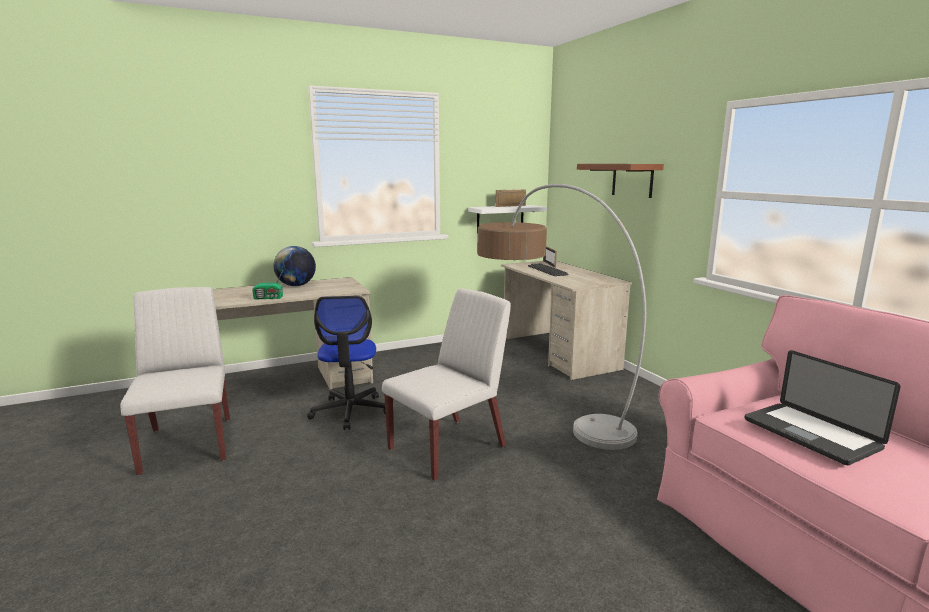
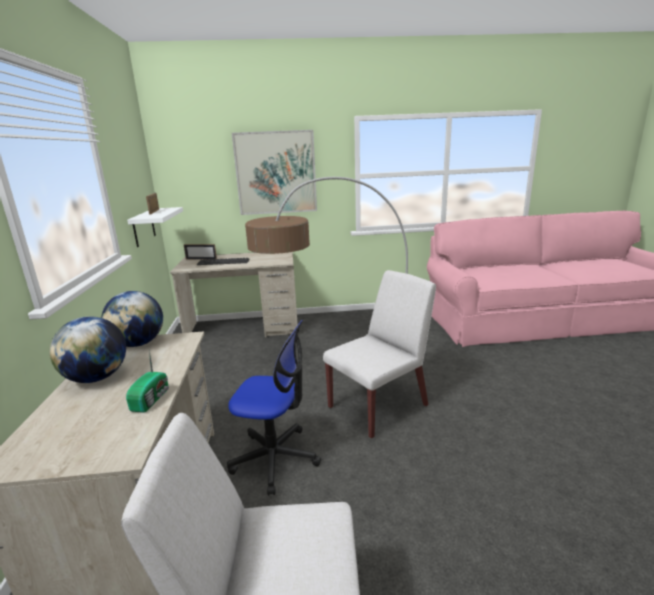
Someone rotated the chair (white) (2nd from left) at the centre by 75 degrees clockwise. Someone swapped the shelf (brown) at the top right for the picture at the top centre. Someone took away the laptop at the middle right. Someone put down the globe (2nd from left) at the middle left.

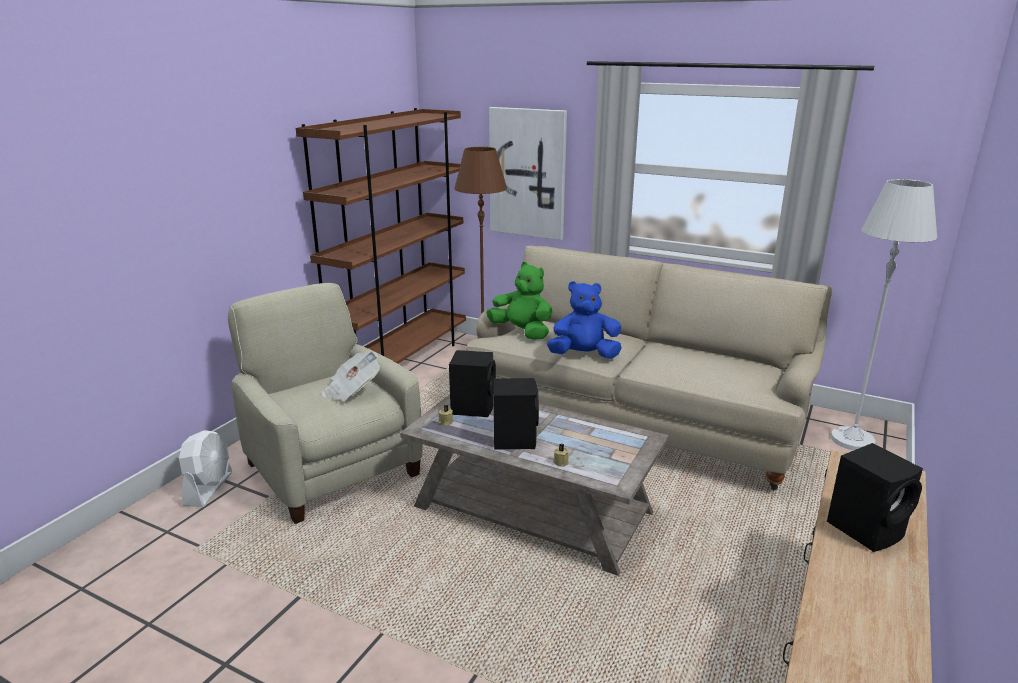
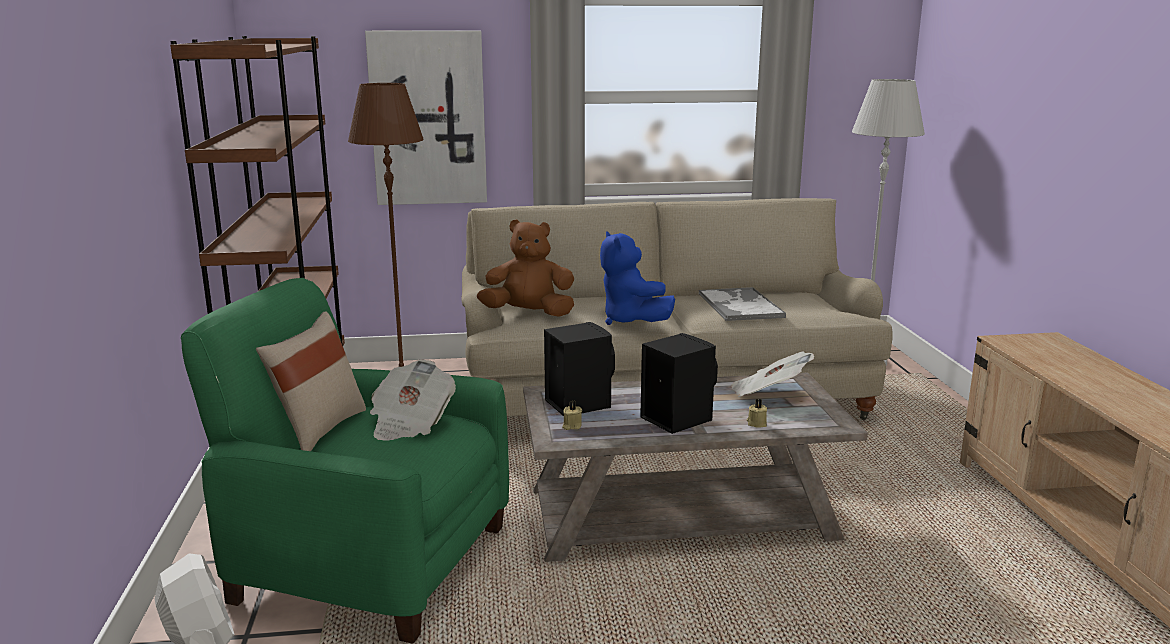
Someone repainted the armchair (beige) at the middle left, which became the armchair (green) at the bottom left. Someone repainted the plush toy (green) at the centre, which became the plush toy (brown) at the centre. Someone rotated the plush toy (blue) at the centre by 75 degrees counterclockwise. Someone took away the speaker (black) (3rd from left) at the bottom right. Someone put down the pillow (beige) at the middle left. Someone put down the tray at the centre. Someone put down the newspaper (2nd from left) at the centre.

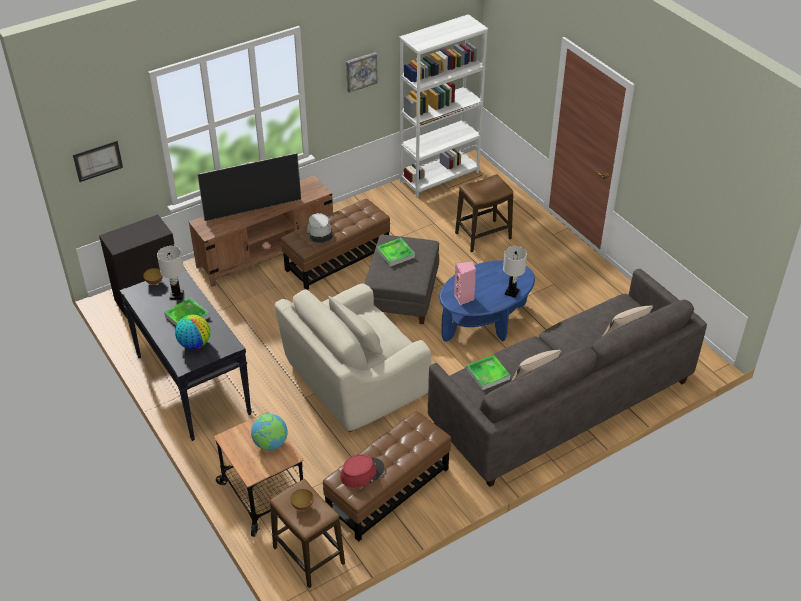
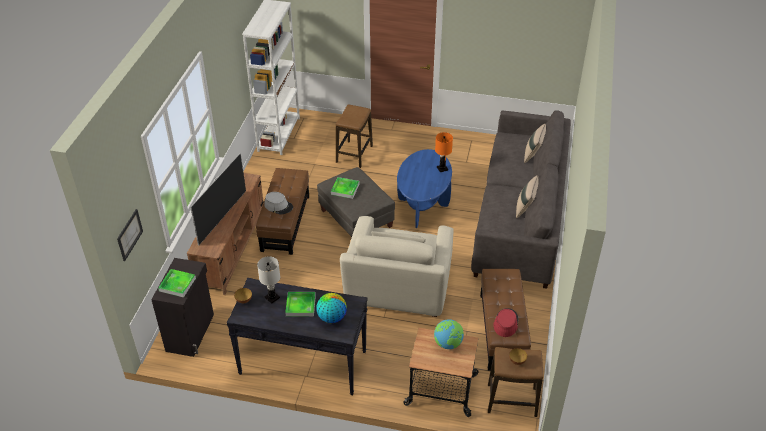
Someone took away the picture (2nd from left) at the top centre. Someone took away the speaker (pink) at the centre. Someone carried the tray (3rd from left in the first image) from the centre to the middle left. Someone repainted the table lamp (white) (2nd from left) at the centre, which became the table lamp (orange) at the centre.

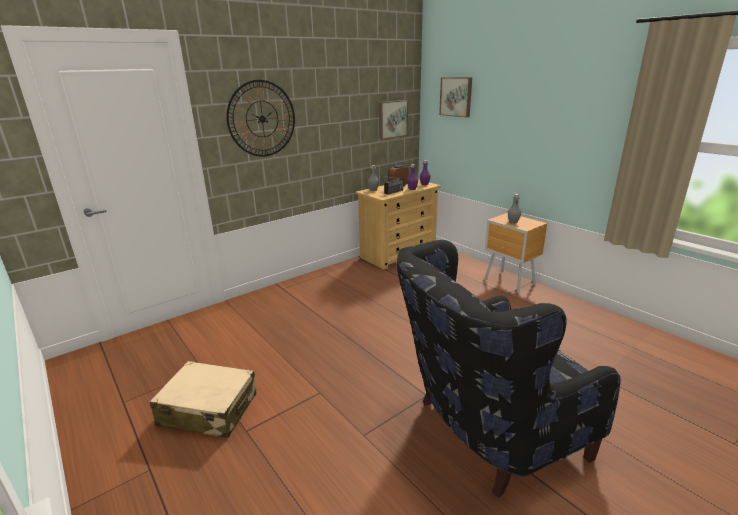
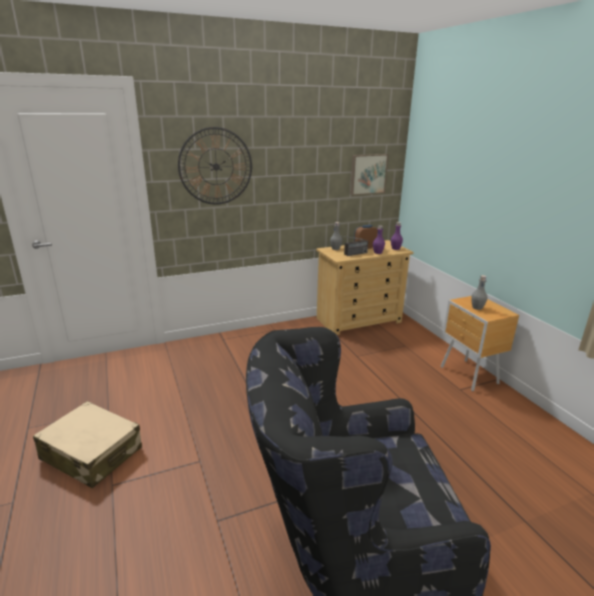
Someone took away the picture (2nd from left) at the top centre.

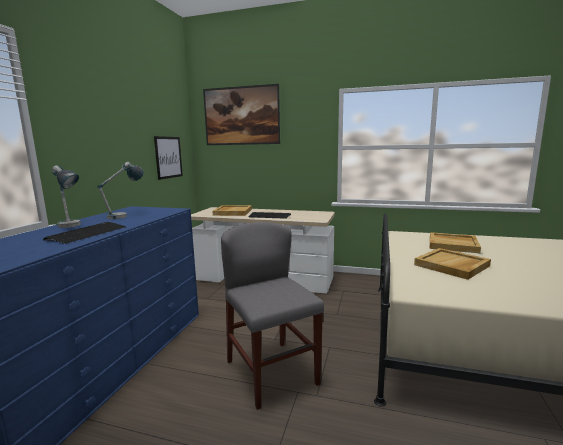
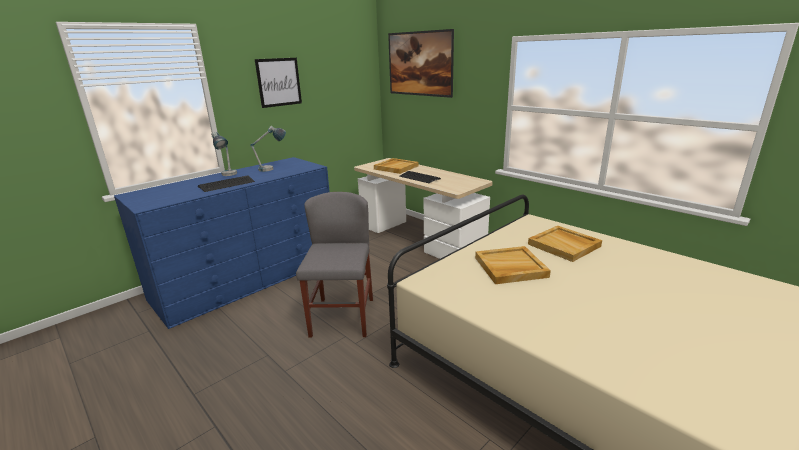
Someone carried the picture (1st from left) from the middle left to the top centre.

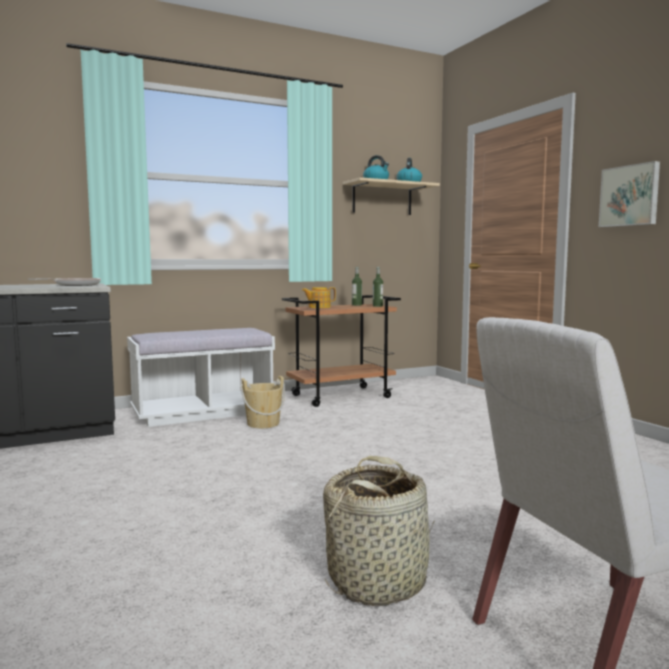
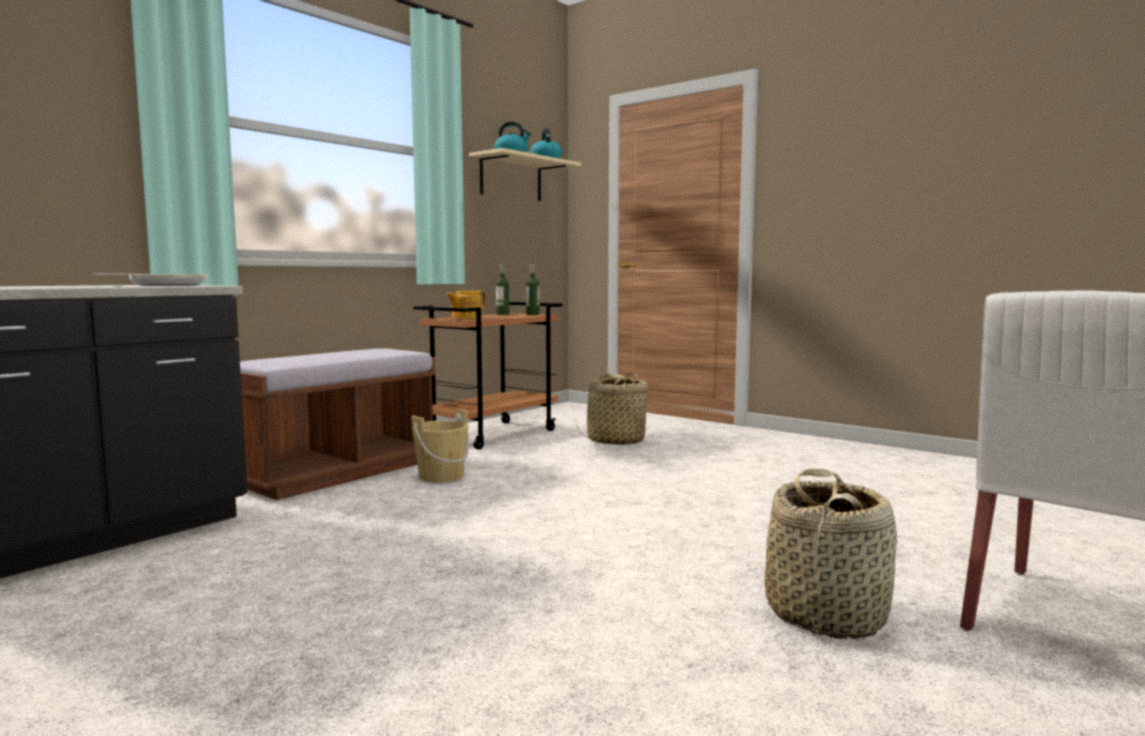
Someone repainted the bench (white) at the middle left, which became the bench (brown) at the middle left. Someone took away the picture at the top right. Someone put down the basket (1st from left) at the centre.

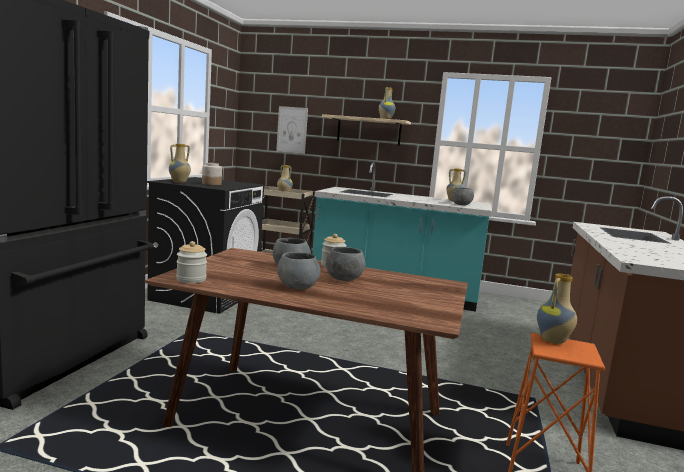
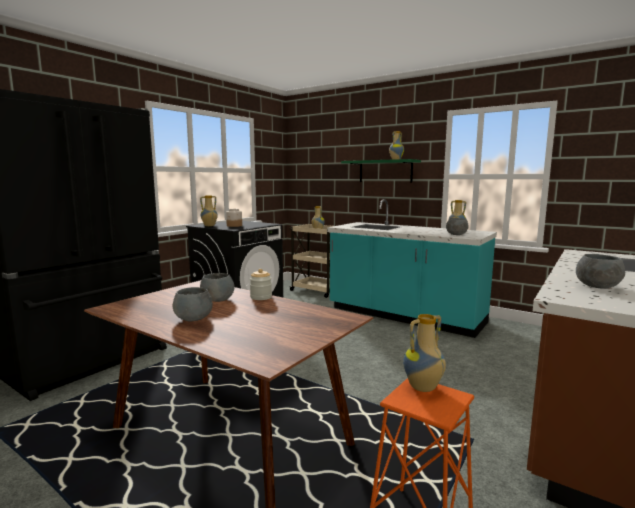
Someone took away the jar (1st from left) at the middle left. Someone took away the picture at the top centre. Someone repainted the shelf (beige) at the top centre, which became the shelf (green) at the centre. Someone carried the bowl (grey) (3rd from left in the first image) from the centre to the middle right.

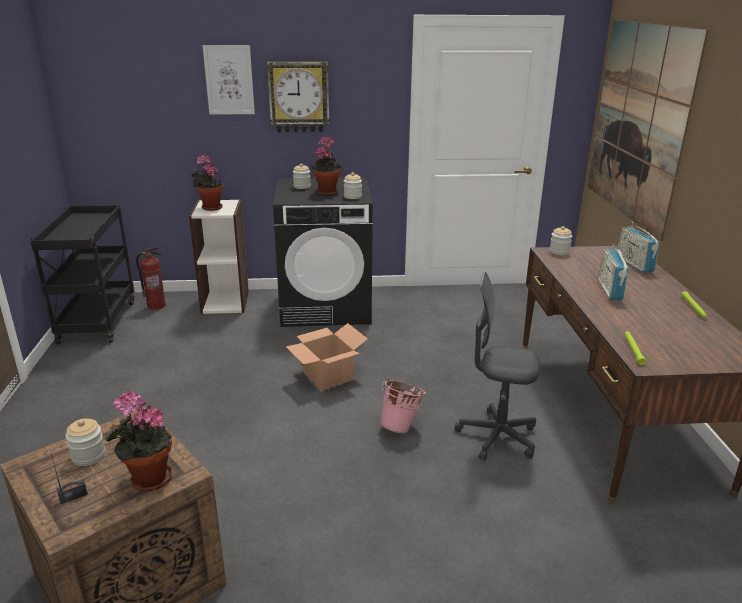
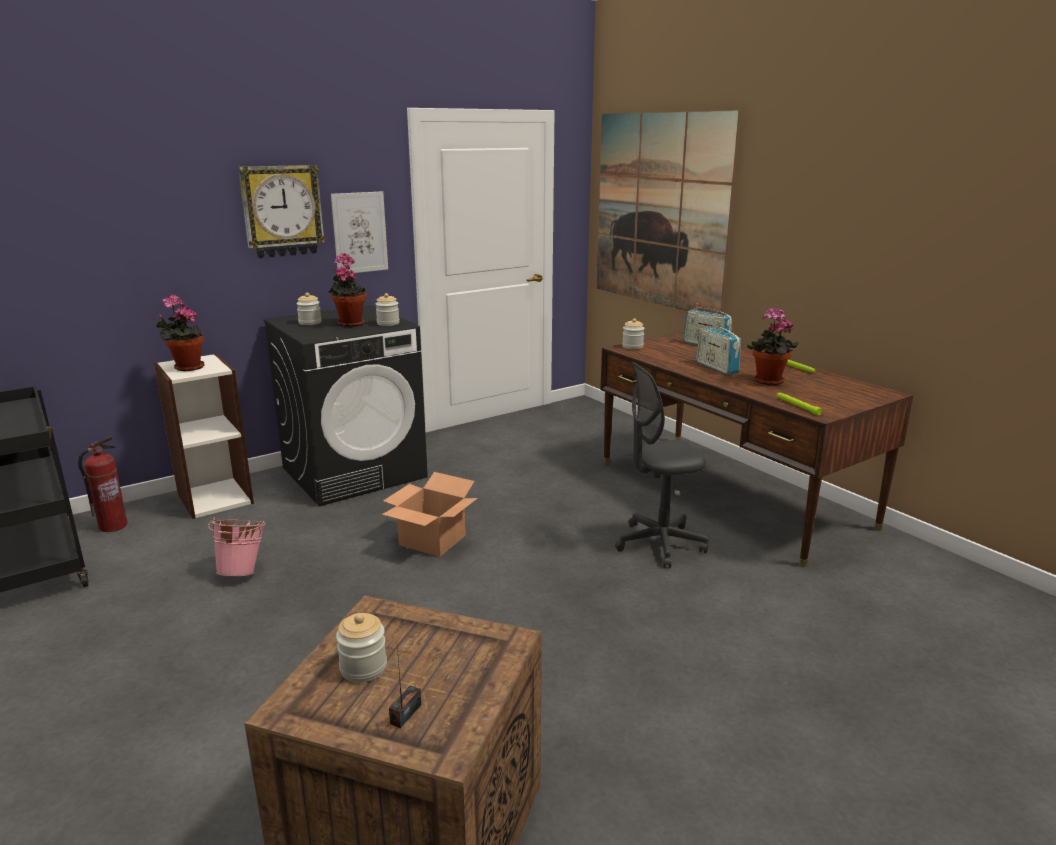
Someone carried the potted plant (1st from left in the first image) from the bottom left to the middle right. Someone carried the picture (1st from left) from the top left to the top centre. Someone carried the bucket (pink) from the bottom centre to the middle left.

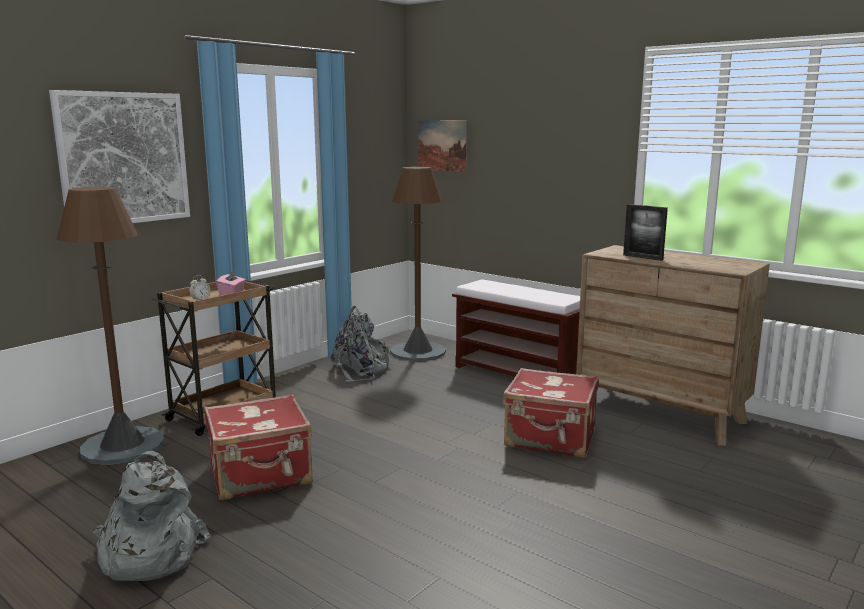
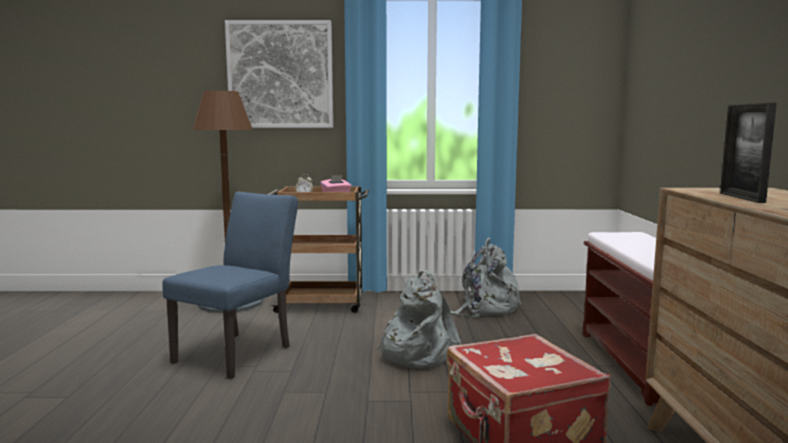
Someone carried the backpack (grey) (1st from left) from the bottom left to the bottom centre. Someone swapped the suitcase (red) (1st from left) at the bottom left for the chair (blue) at the middle left. Someone took away the floor lamp (brown) (2nd from left) at the centre. Someone took away the picture (2nd from left) at the top centre.

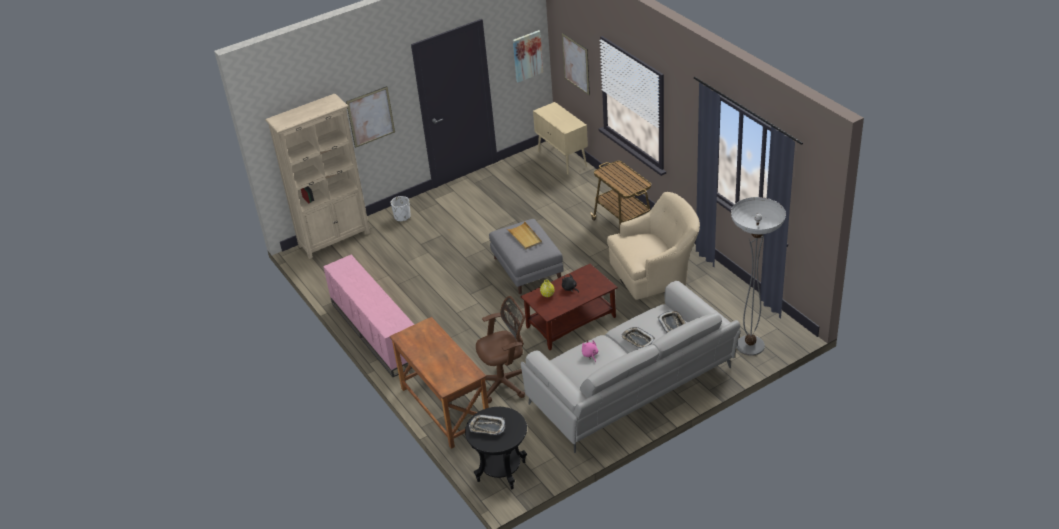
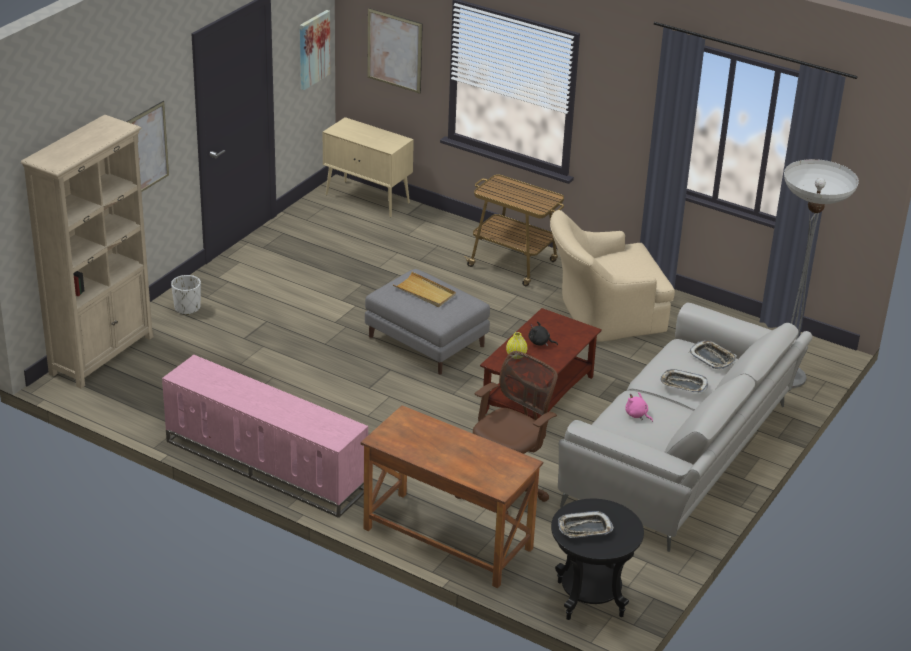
Someone rotated the armchair (beige) at the centre by 150 degrees counterclockwise.

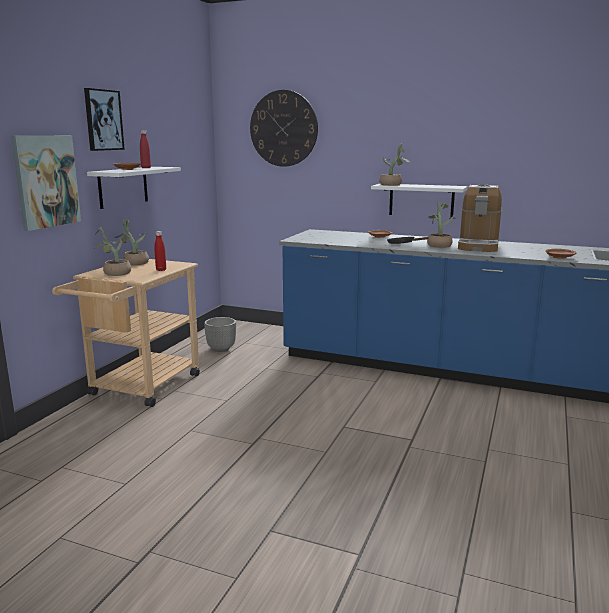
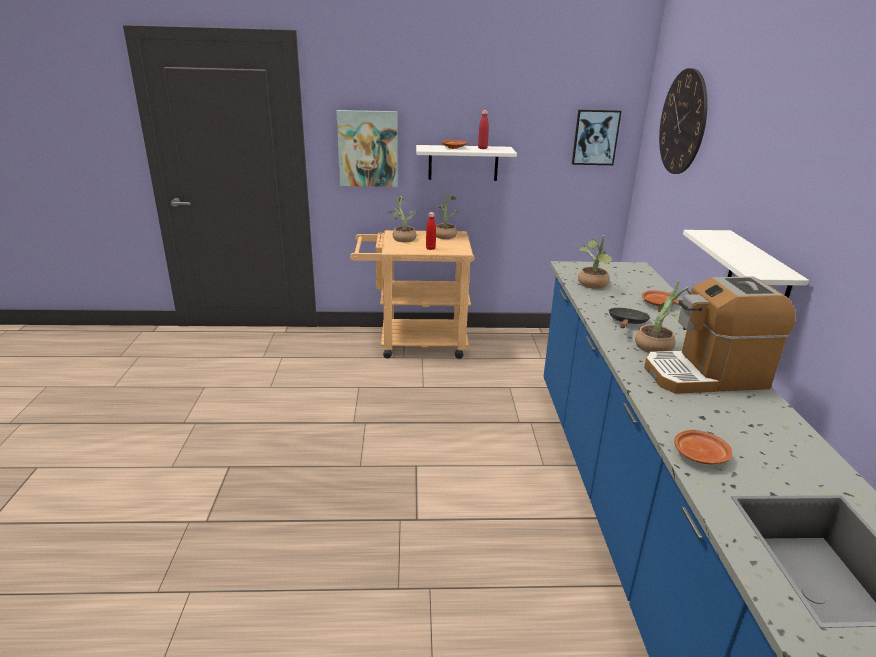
Someone carried the picture (2nd from left) from the top left to the top right. Someone took away the planter at the centre. Someone carried the potted plant (3rd from left) from the top centre to the middle right.

